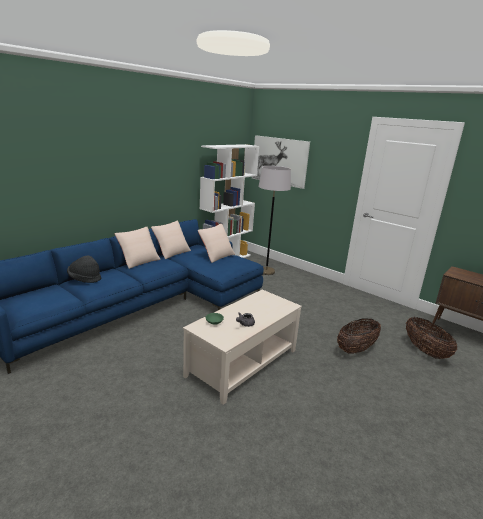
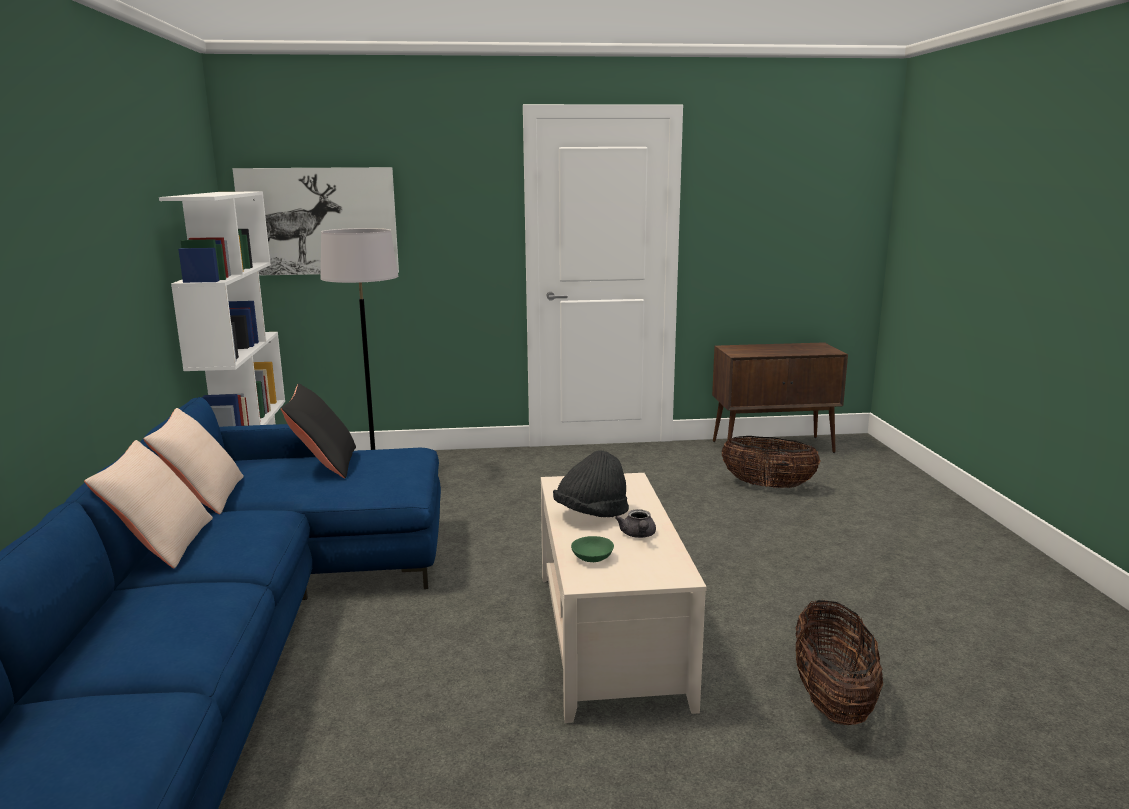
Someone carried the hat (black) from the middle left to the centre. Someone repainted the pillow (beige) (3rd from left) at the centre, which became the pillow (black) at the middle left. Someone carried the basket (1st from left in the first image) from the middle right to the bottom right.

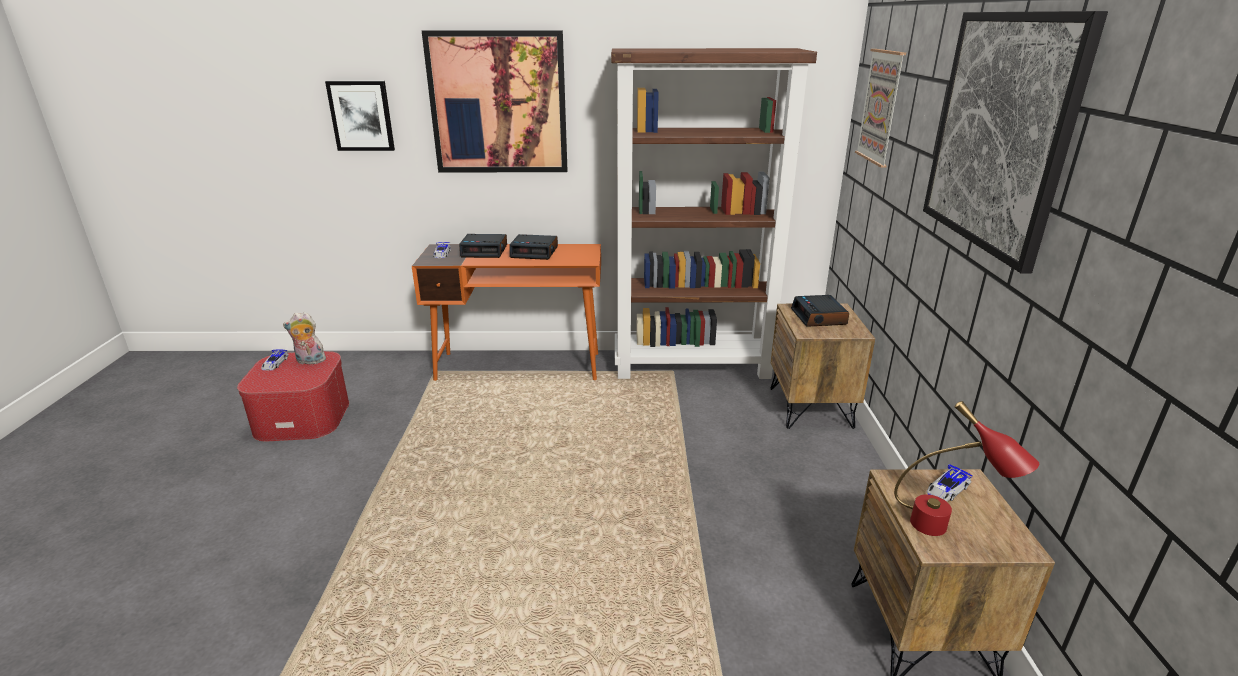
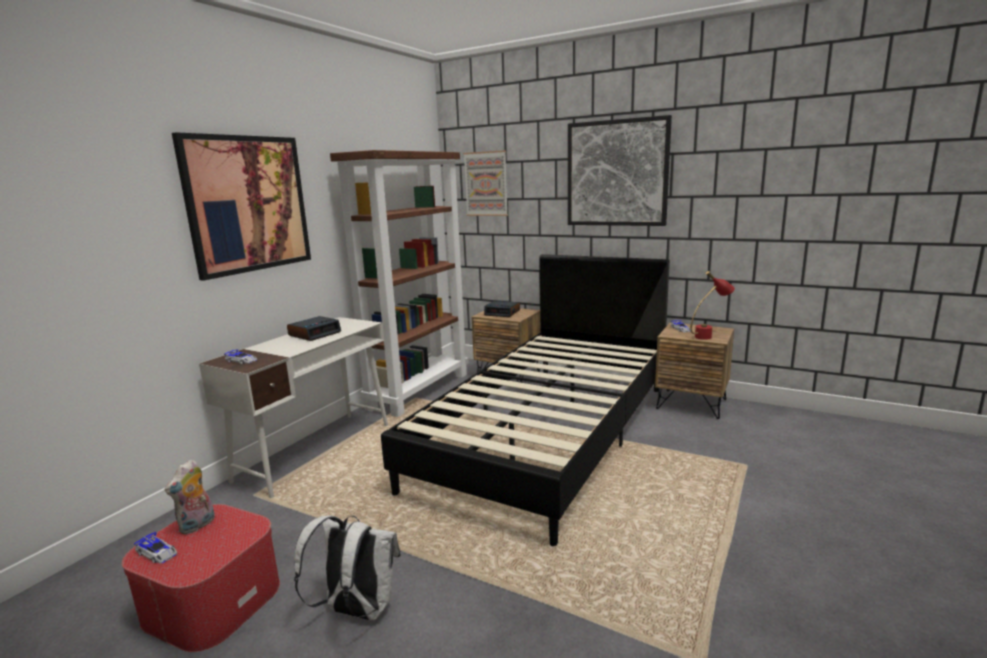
Someone took away the picture (1st from left) at the top left. Someone repainted the desk (orange) at the centre, which became the desk (white) at the middle left. Someone took away the alarm clock (1st from left) at the centre. Someone put down the backpack (white) at the bottom centre. Someone put down the bed (black) at the centre.

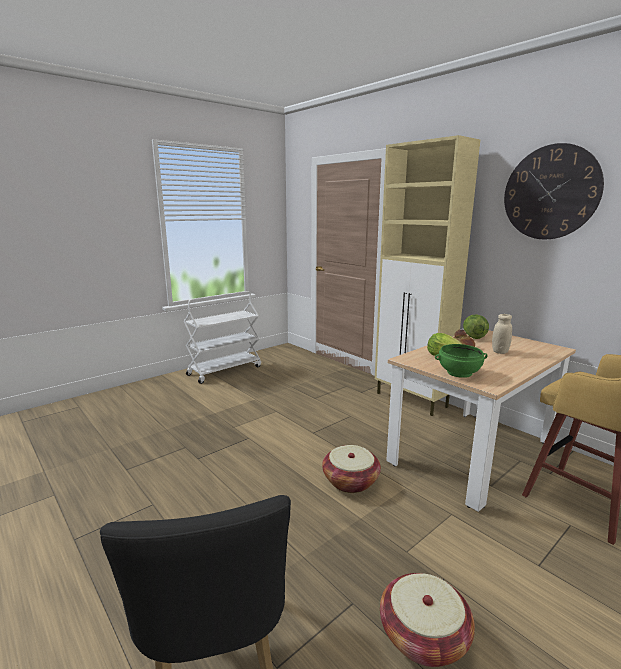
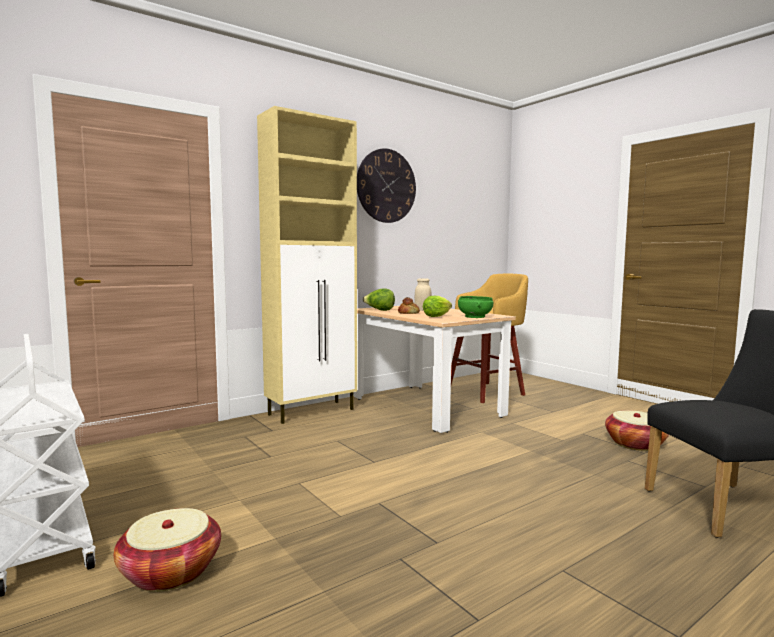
Someone carried the basket (1st from left) from the bottom centre to the bottom left.

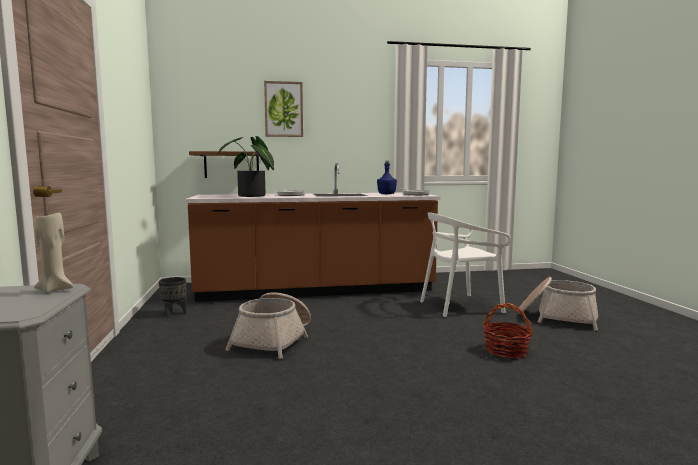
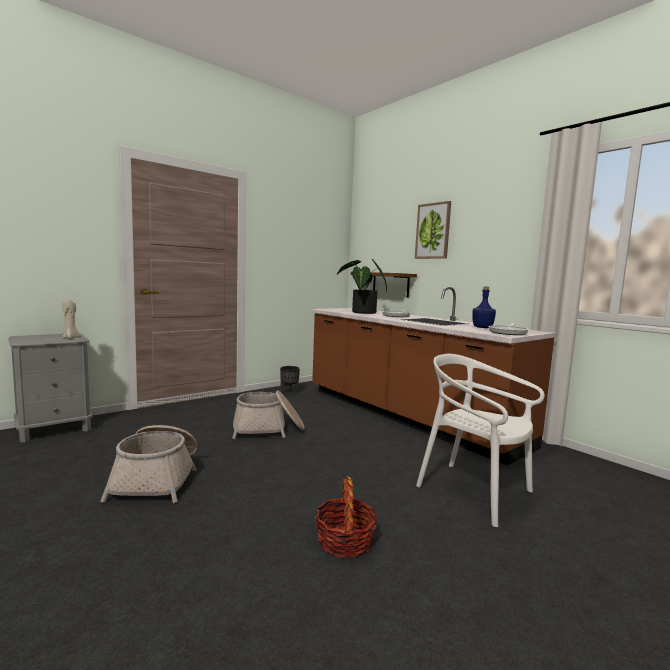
Someone carried the basket (3rd from left in the first image) from the middle right to the bottom left.

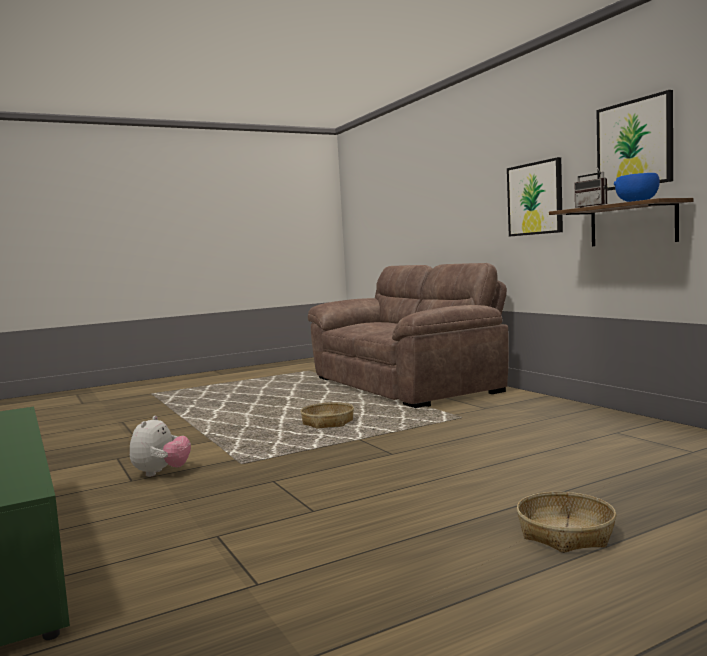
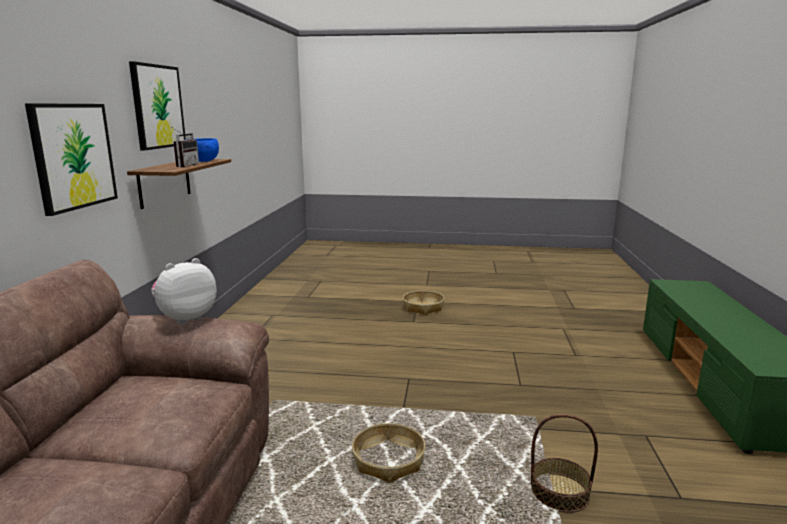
Someone carried the plush toy from the bottom left to the middle left. Someone put down the basket (3rd from left) at the bottom right.

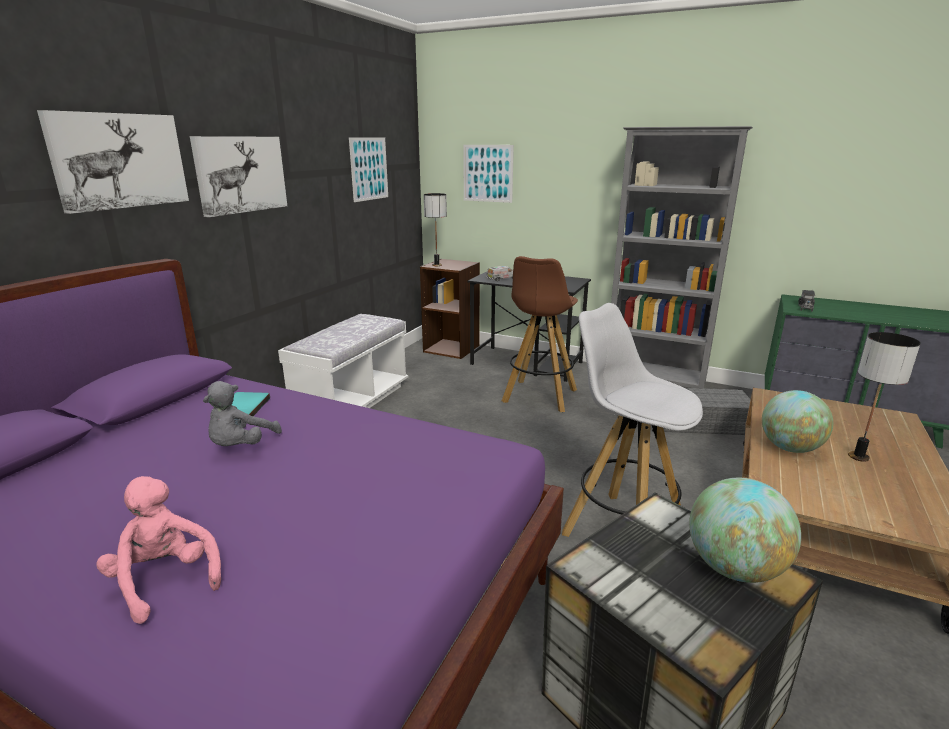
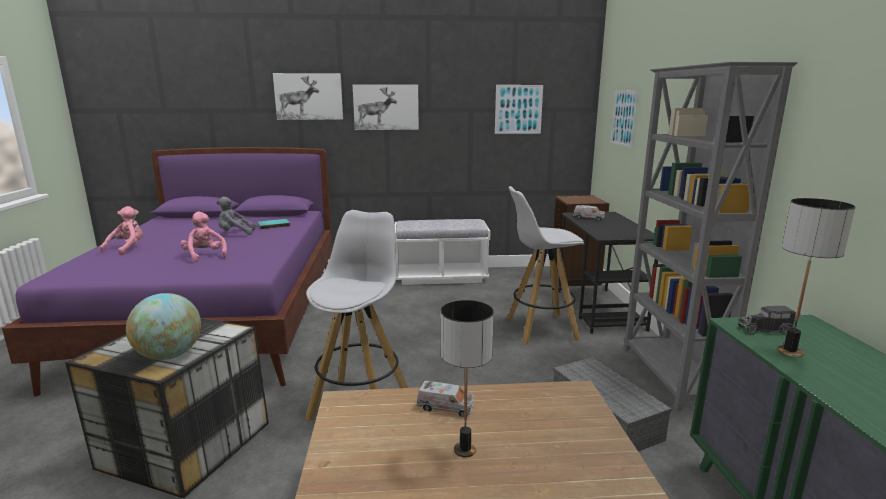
Someone carried the table lamp (1st from left in the first image) from the top centre to the middle right. Someone repainted the stool (brown) at the centre, which became the stool (white) (2nd from left) at the centre. Someone swapped the globe (2nd from left) at the middle right for the toy truck (1st from left) at the bottom centre. Someone put down the plush toy (pink) (2nd from left) at the middle left.

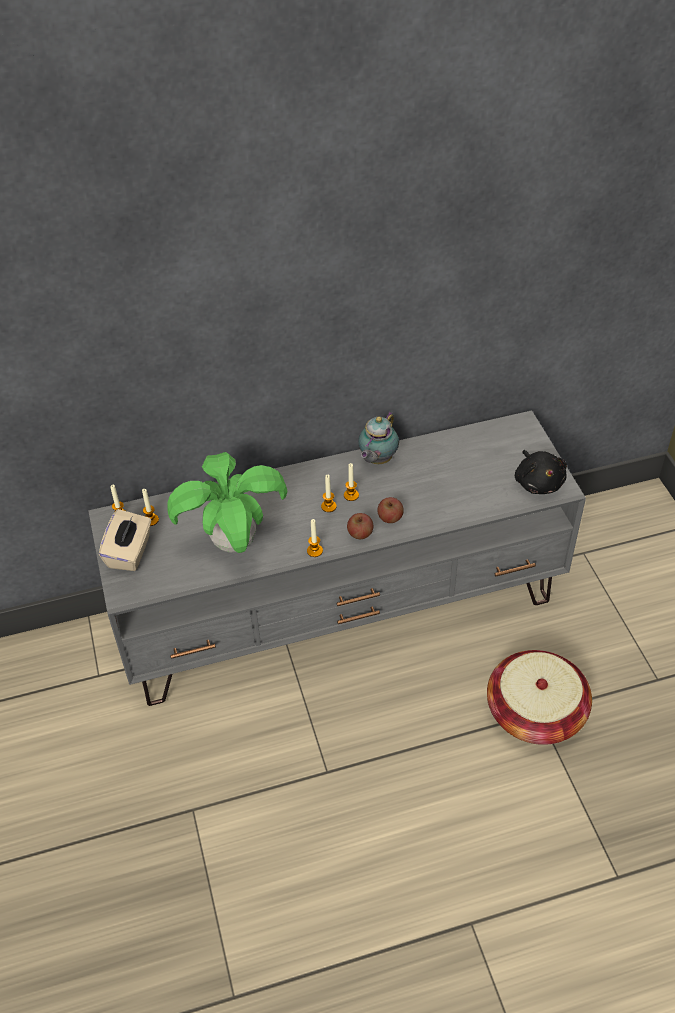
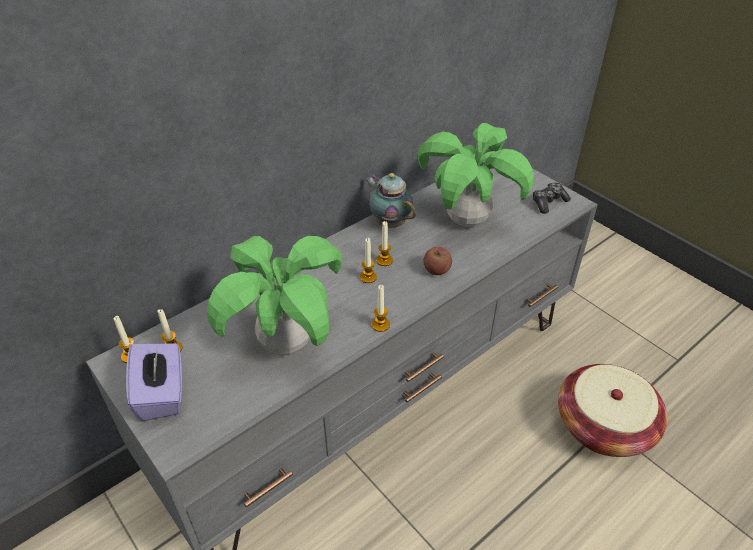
Someone repainted the tissue box (beige) at the middle left, which became the tissue box (purple) at the bottom left. Someone took away the apple (1st from left) at the centre. Someone rotated the teapot at the centre by 135 degrees clockwise. Someone swapped the plush toy (black) at the middle right for the game controller at the middle right. Someone put down the potted plant (2nd from left) at the top centre.

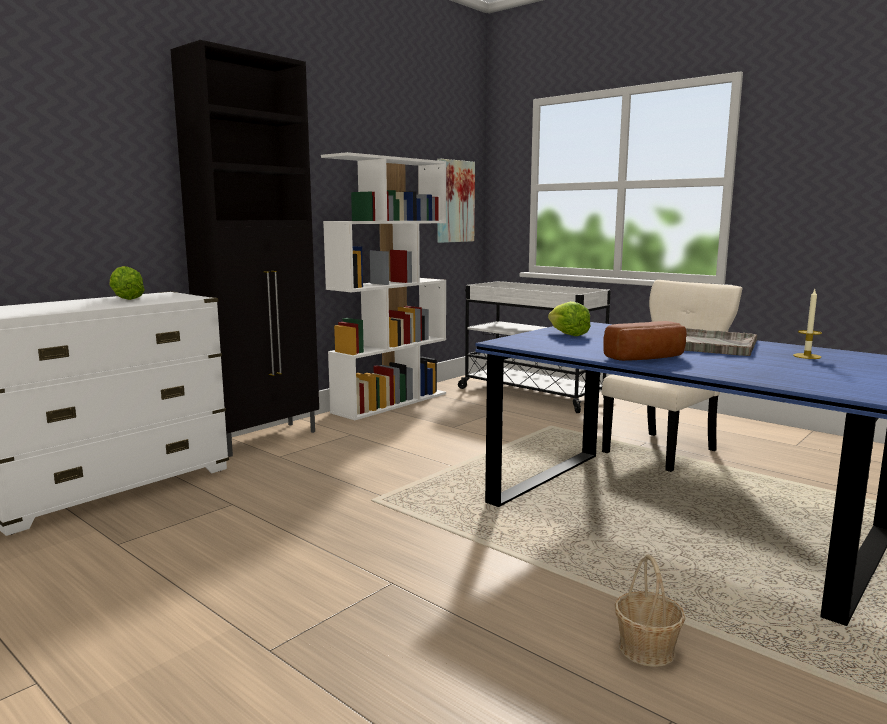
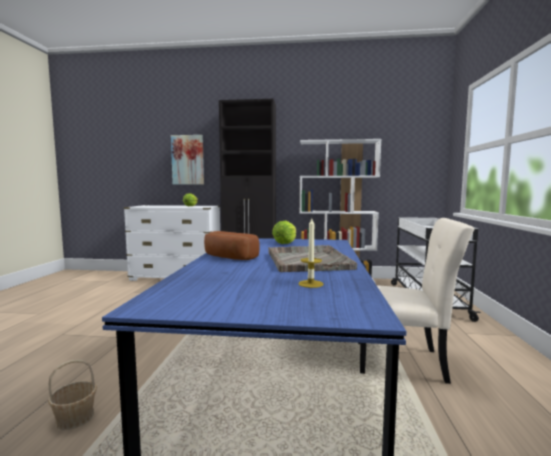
Someone carried the picture from the top centre to the centre.

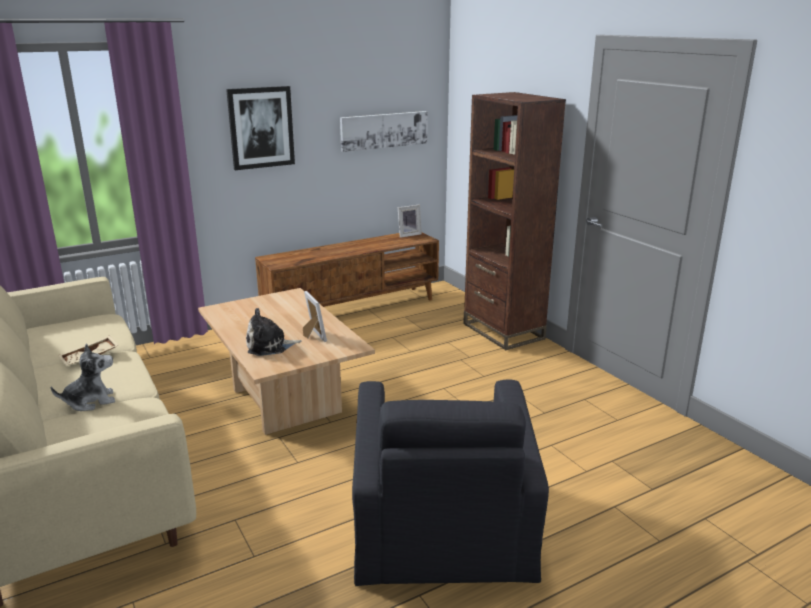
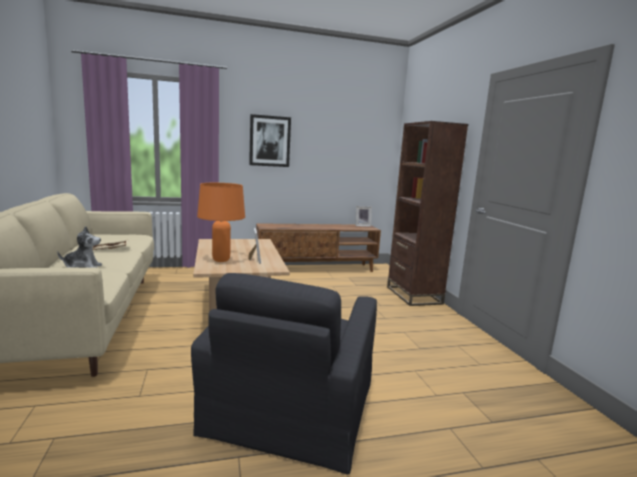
Someone swapped the plush toy (2nd from left) at the centre for the table lamp (orange) at the centre. Someone took away the picture (2nd from left) at the top centre.

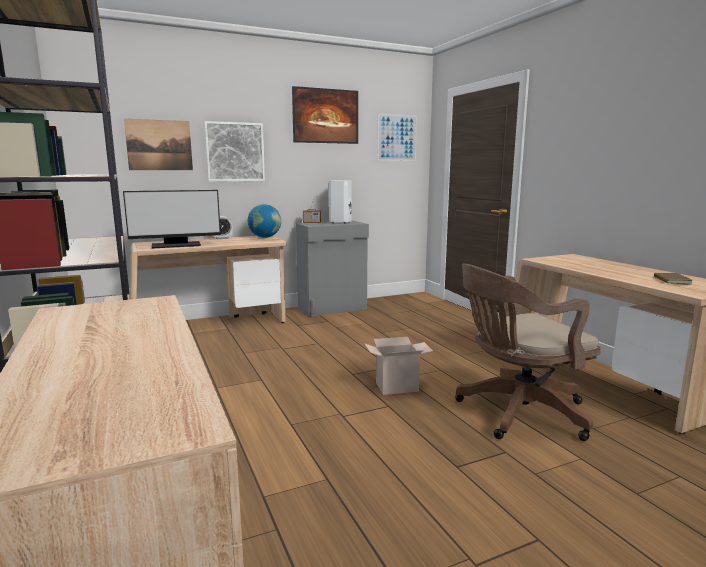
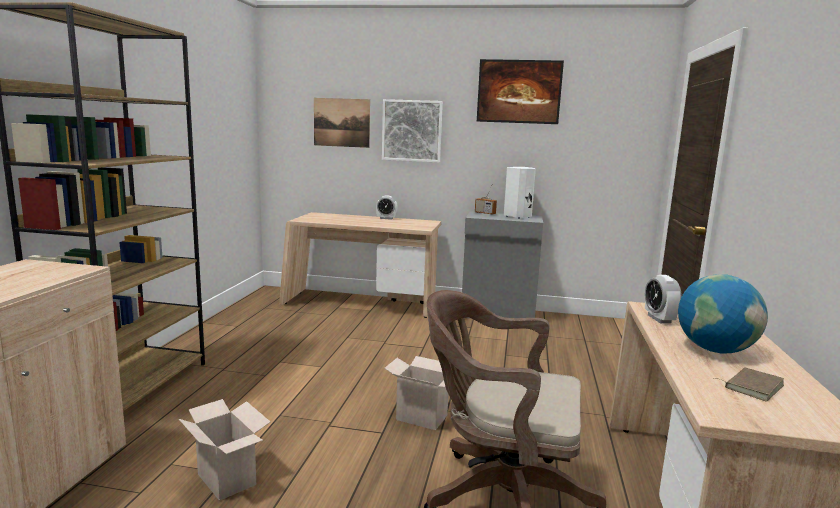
Someone took away the monitor at the middle left. Someone carried the globe from the centre to the middle right. Someone took away the picture (4th from left) at the top centre. Someone put down the cardboard box (1st from left) at the bottom left. Someone put down the alarm clock (2nd from left) at the middle right.

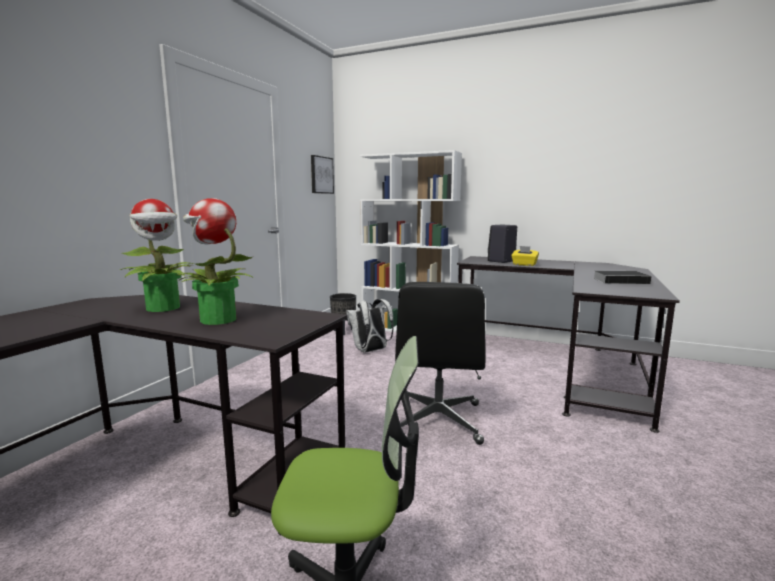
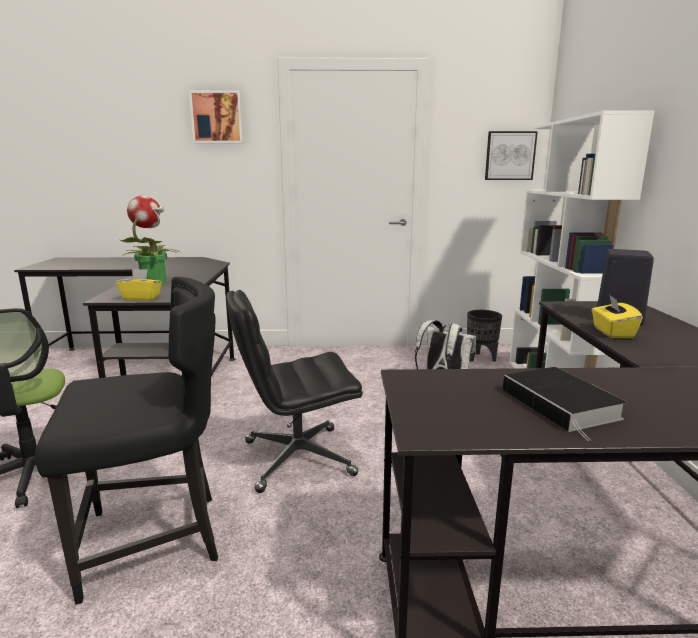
Someone took away the potted plant (1st from left) at the middle left. Someone put down the chair (black) at the bottom left. Someone put down the tissue box (yellow) (1st from left) at the middle left. Someone put up the picture (1st from left) at the top left.

